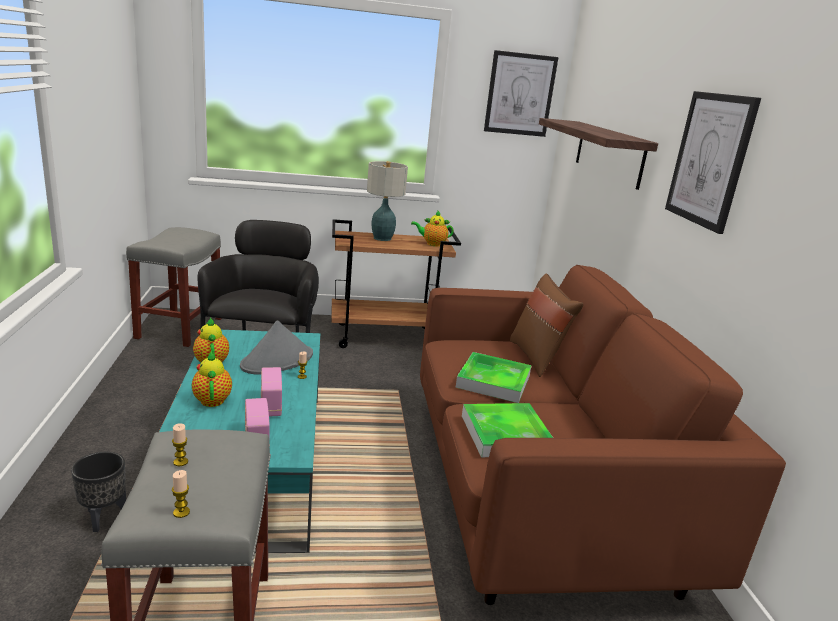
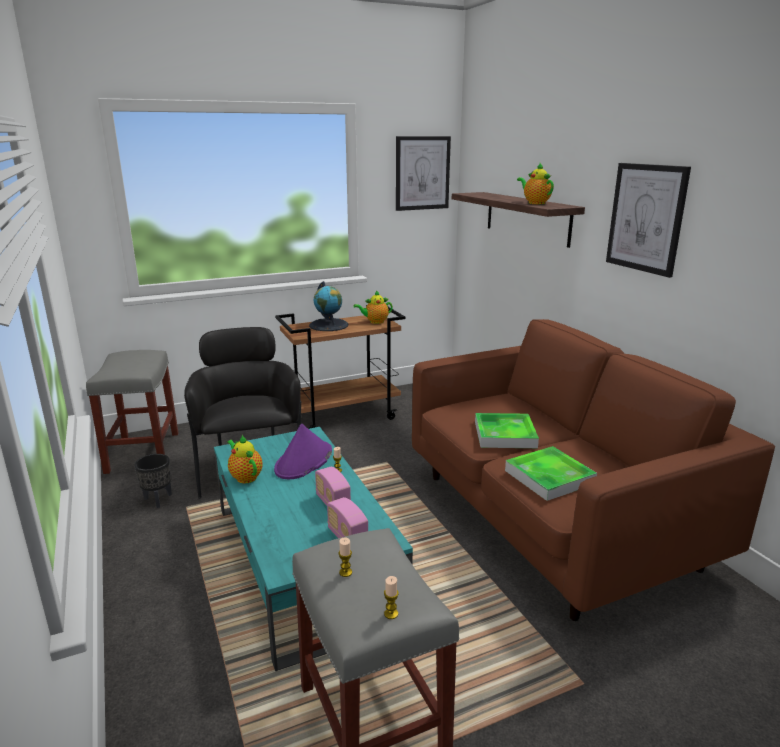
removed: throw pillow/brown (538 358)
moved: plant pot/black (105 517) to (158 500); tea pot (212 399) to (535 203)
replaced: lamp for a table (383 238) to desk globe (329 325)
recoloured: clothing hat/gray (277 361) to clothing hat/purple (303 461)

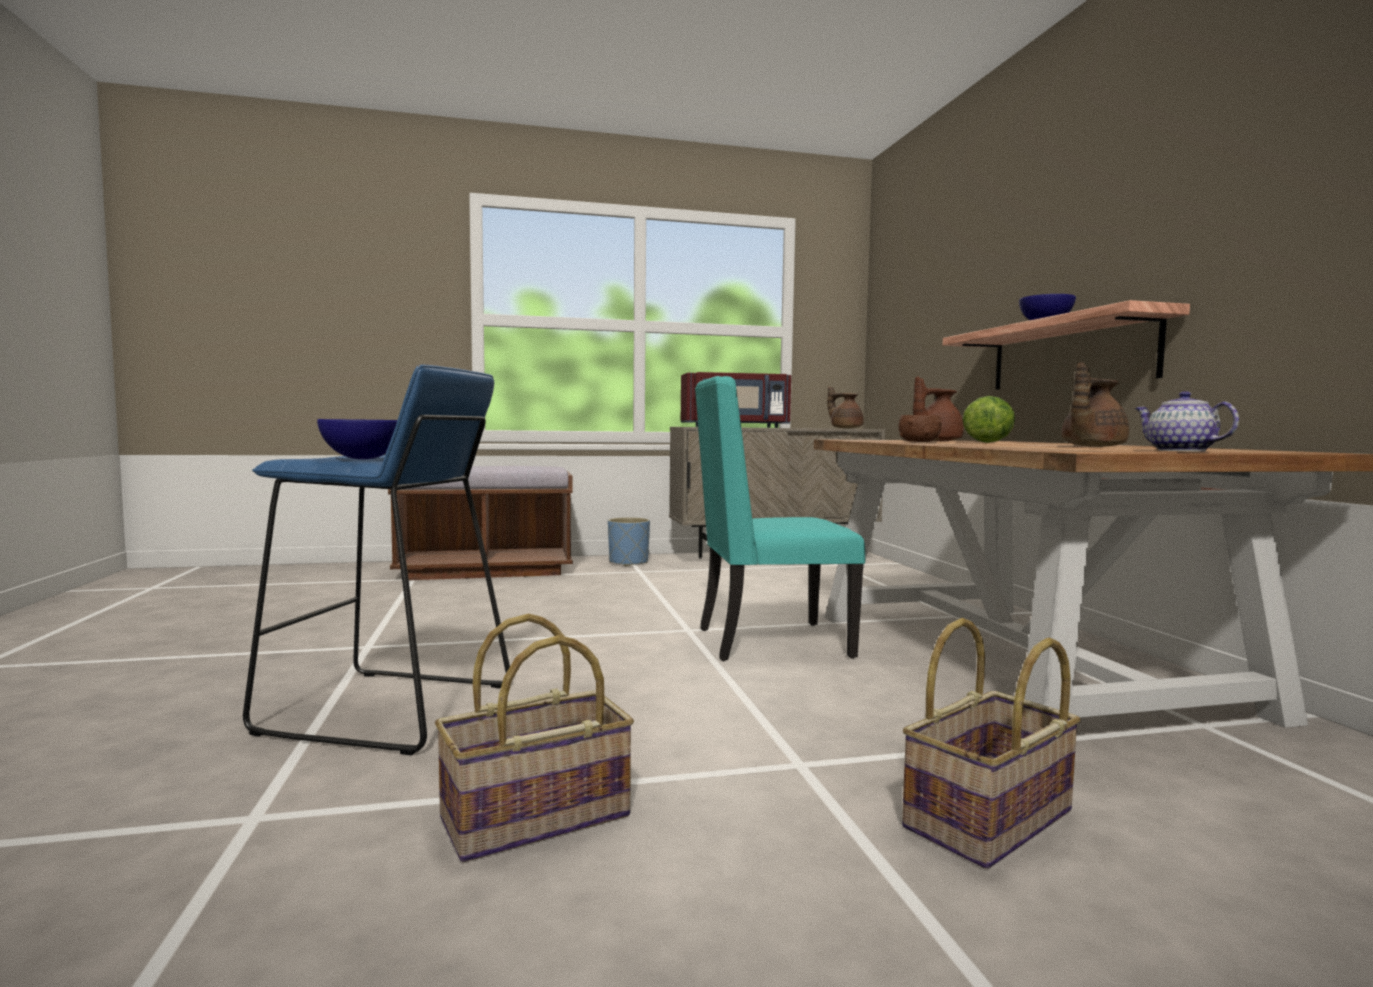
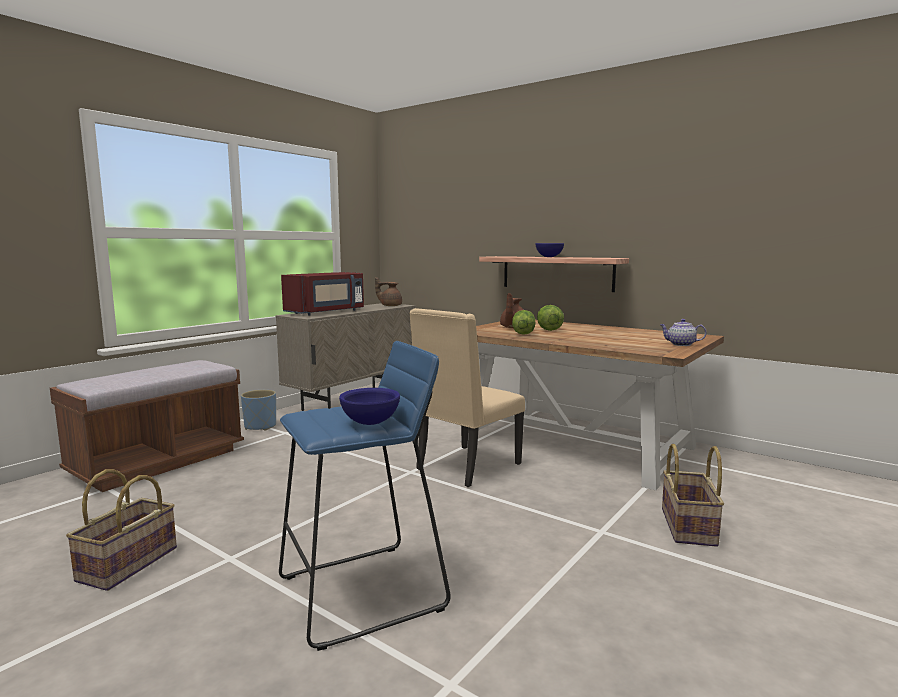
removed: tea pot/brown (1091 446)
moved: storage basket (535 819) to (128 564)
replaced: bowl/brown (919 441) to lettuce head (523 333)
recoloured: plain chair/turquoise-coloured (769 642) to plain chair/beige-coloured (466 467)

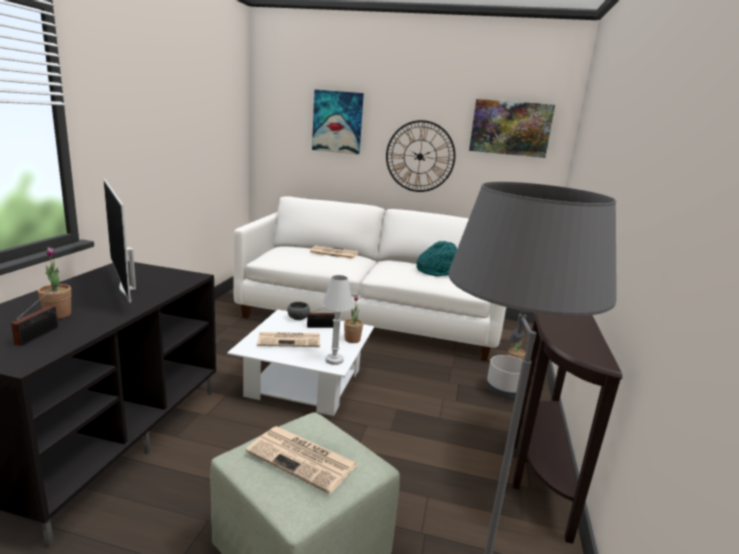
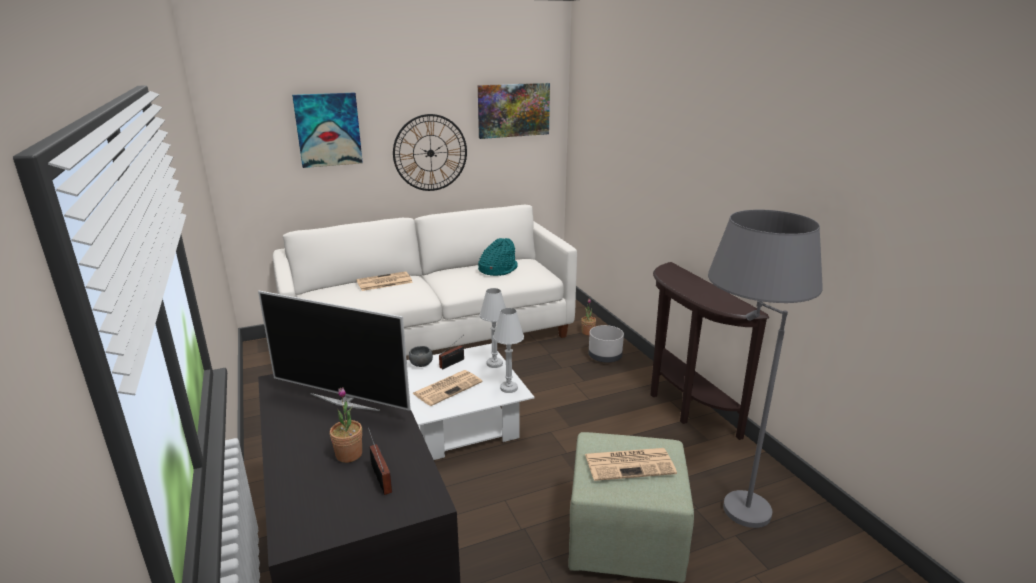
replaced: potted plant (352 339) to lamp for a table/white-coloured (494 363)

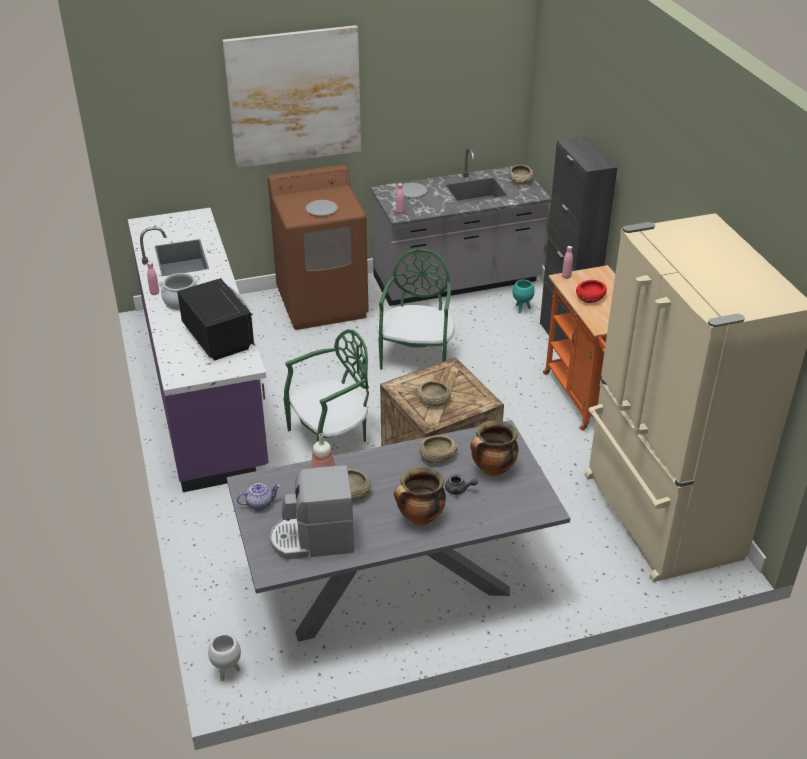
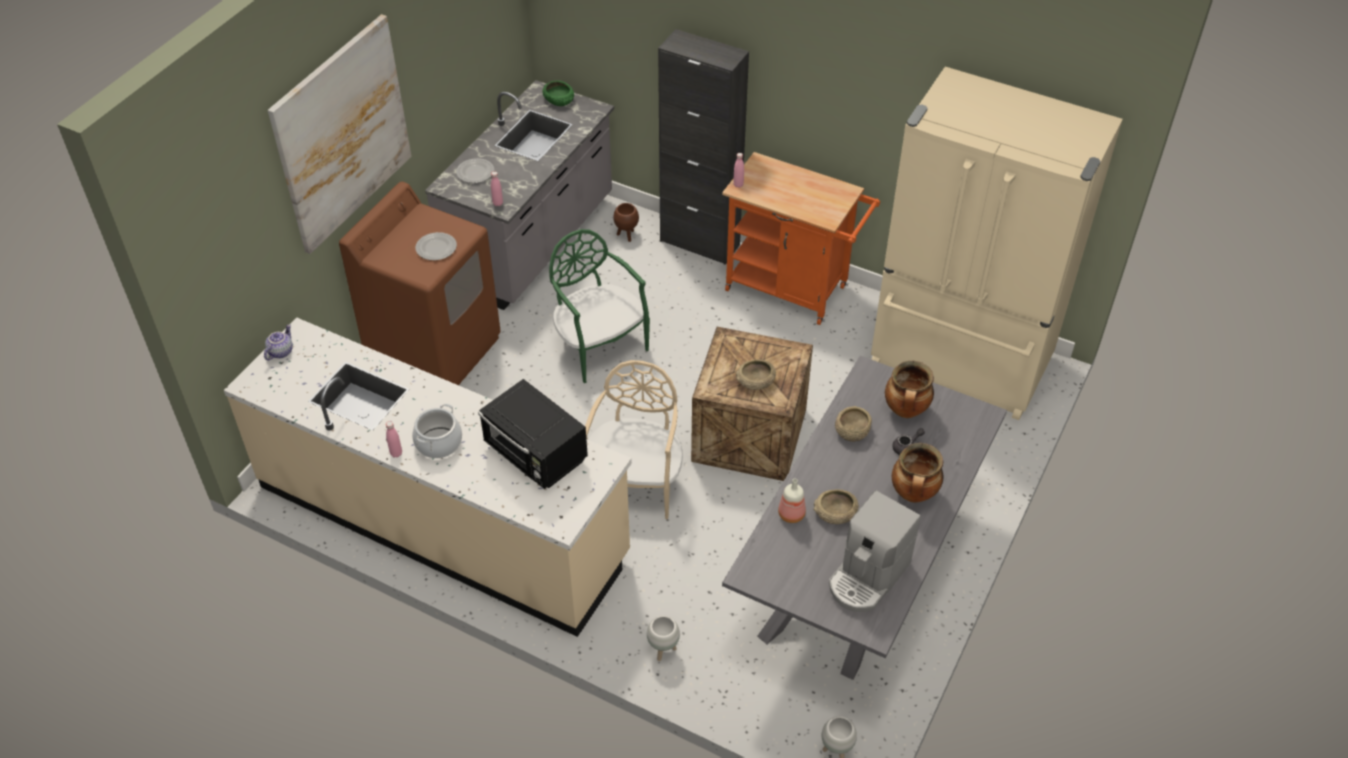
removed: bowl/reddish (590 297)
added: plant pot/white-coloured (663 650)
moved: tea pot (259 503) to (280 351)
recoloured: counter/purple (203 386) to counter/beige-coloured (443 520); plain chair/green (331 439) to plain chair/beige-coloured (635 483); bowl/beige-coloured (520 180) to bowl/green (559 99); plant pot/turquoise-coloured (522 309) to plant pot/brown (627 235)
turned: kitchen microwave/black (218 337) = (536 455) 150 degrees counterclockwise

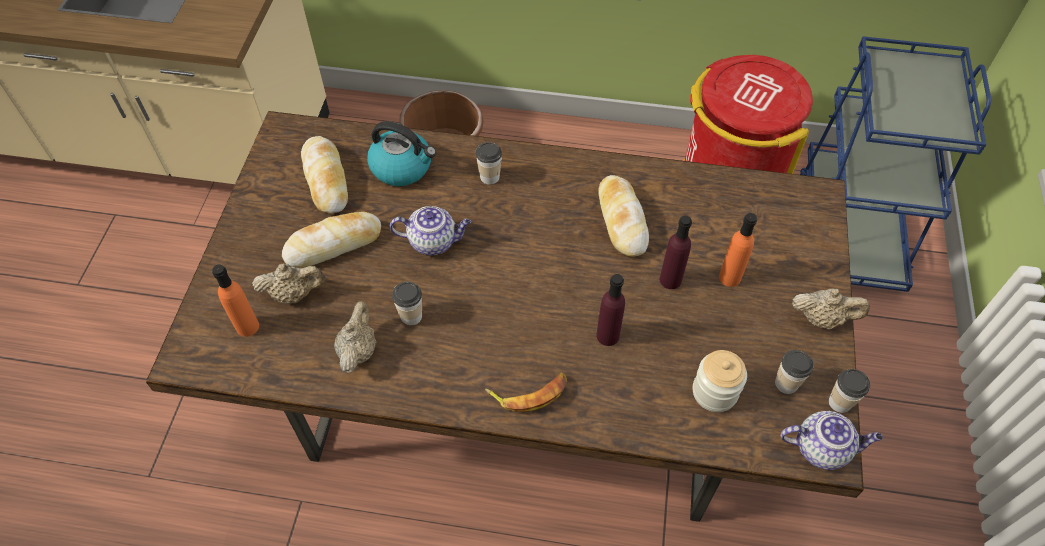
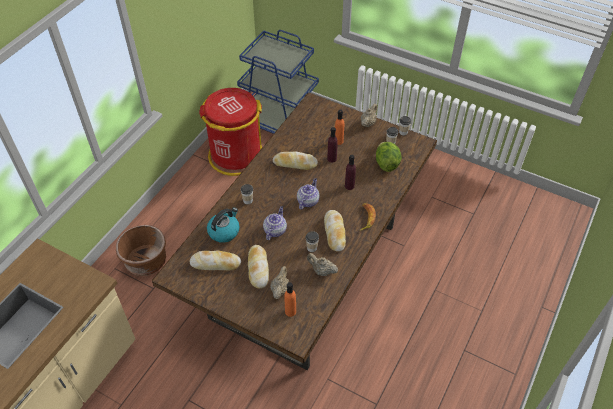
added: bread (334 233)
moved: tea pot (822 448) to (308 201)
replaced: storage jar (714 392) to lettuce head (386 163)

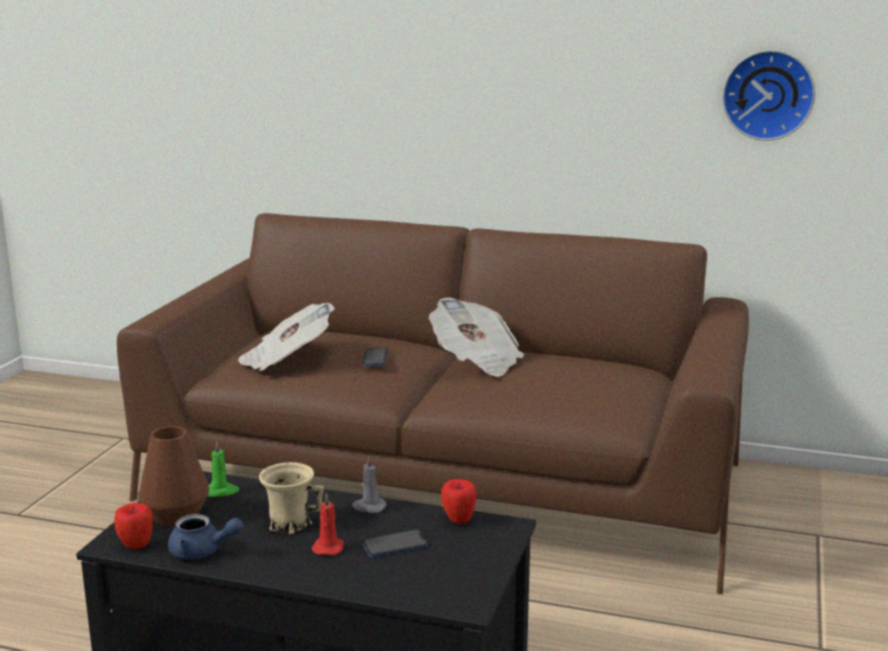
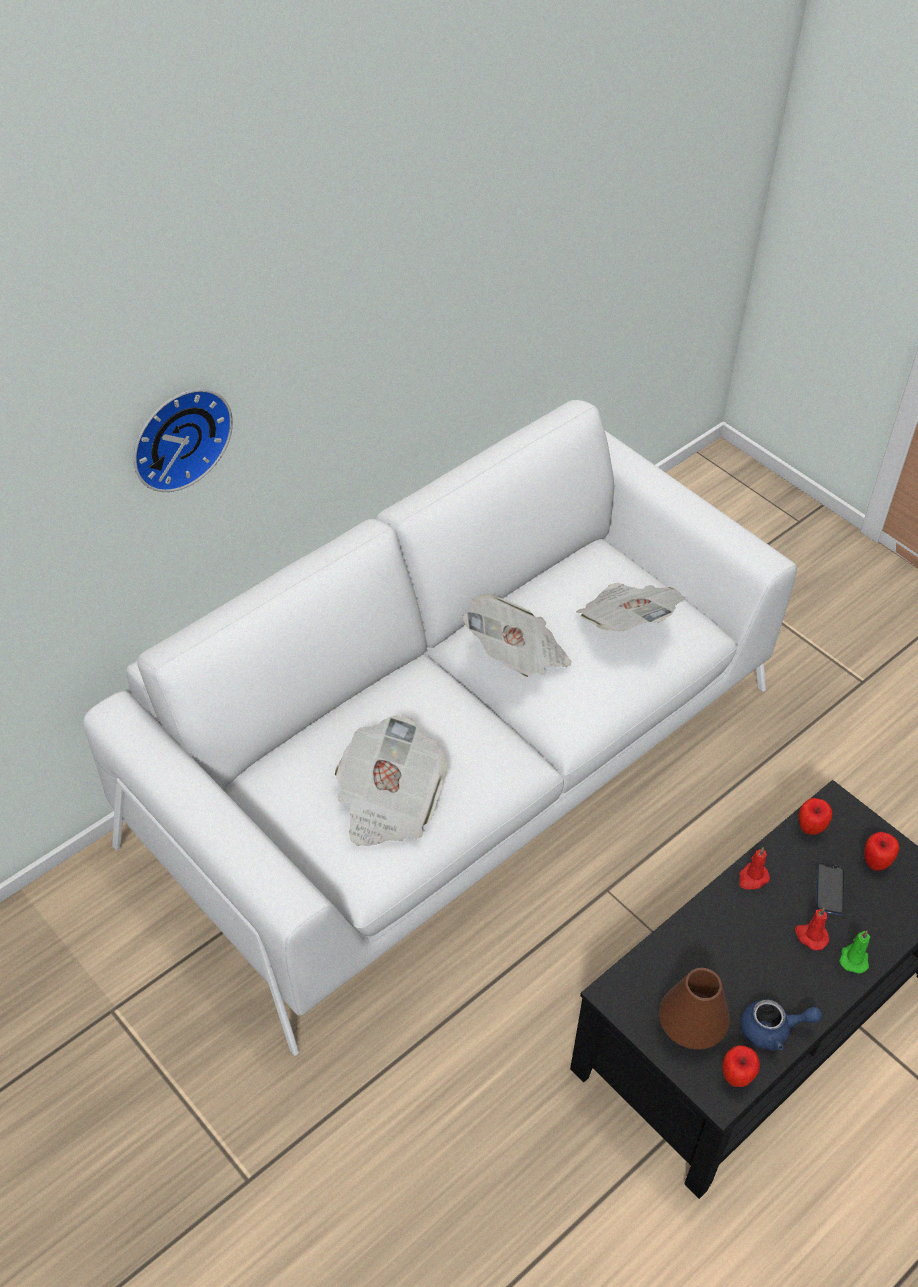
removed: coffee mug/beige-coloured (289 523); phone (375 359)
added: newspaper (626 623); apple (875 863)
moved: wax light/green (222 491) to (853 958); wall clock (768 94) to (178 436)
recoloured: couch/brown (444 481) to couch/white-coloured (455 763); wax light/gray (368 507) to wax light/reddish (752 878)
turned: tea pot/blue-coloured (202 552) = (773 1030) 45 degrees clockwise

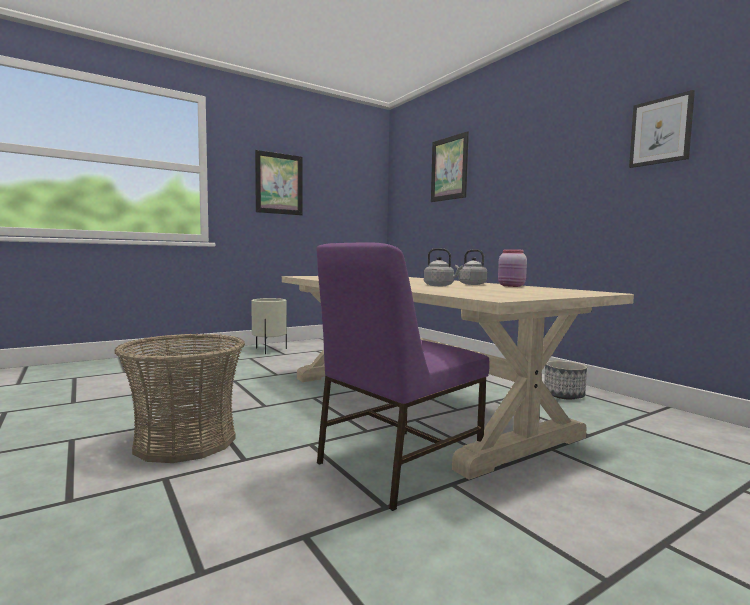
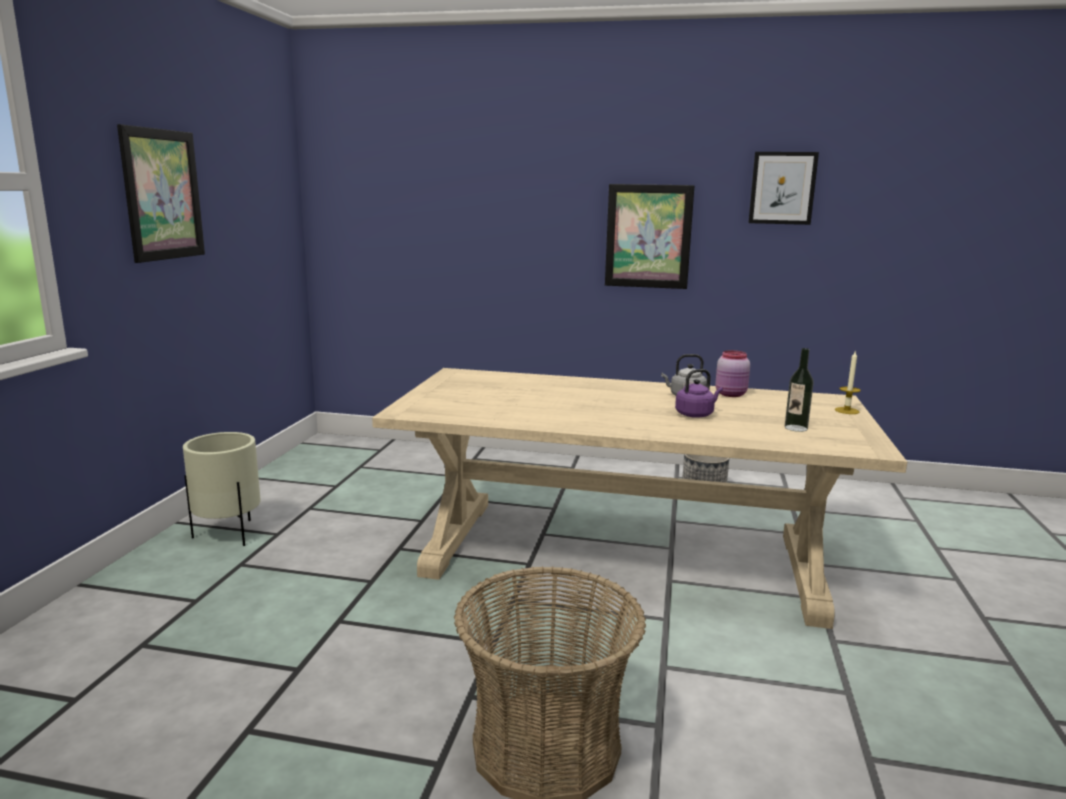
removed: plain chair/purple (395 465)
added: bottle (796 428); wax light (846 410)
moved: wall art (449 168) to (648 236)
recoloured: kettle/gray (440 286) to kettle/purple (696 414)

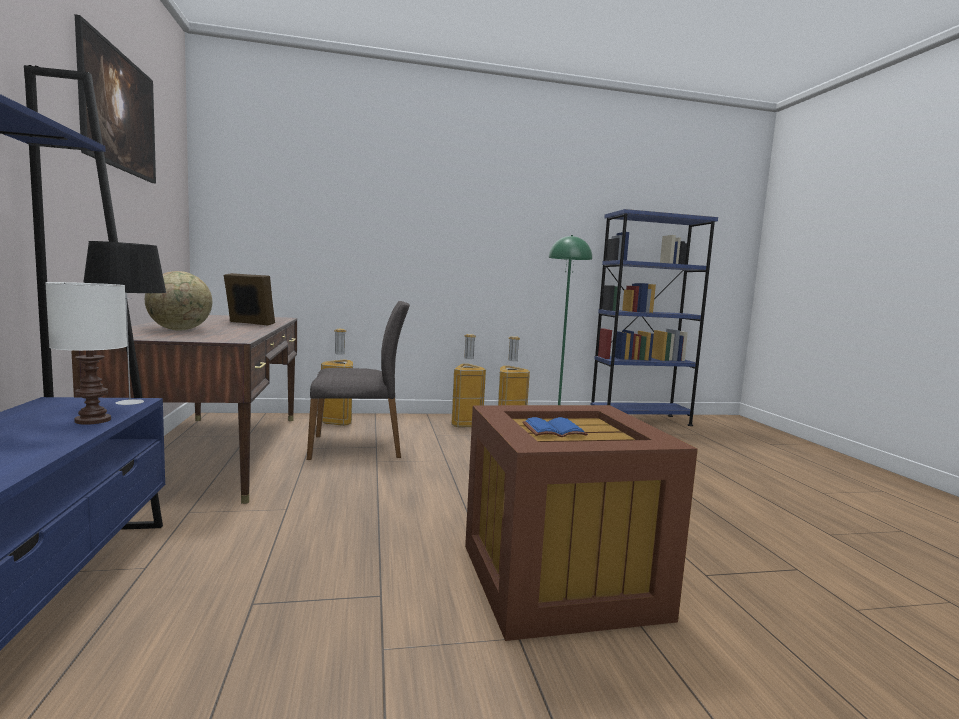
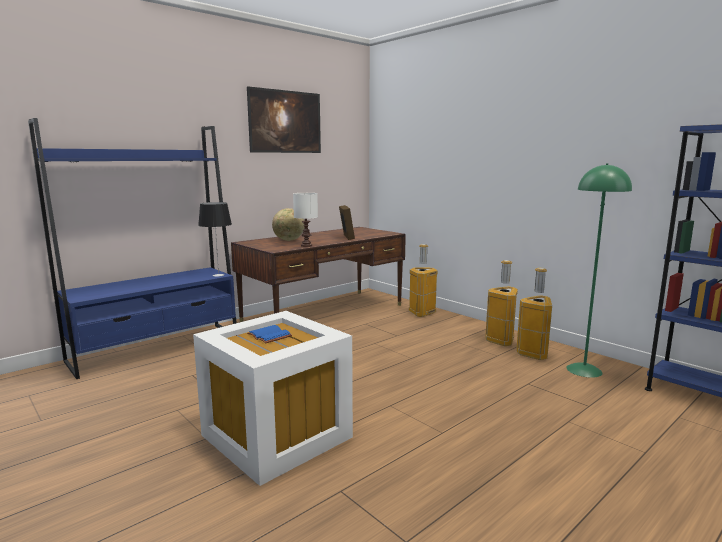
removed: plain chair/gray (358 446)
moved: lamp for a table/white-coloured (94 420) to (307 245)
recoloured: storage bin/brown (556 579) to storage bin/white-coloured (277 434)

